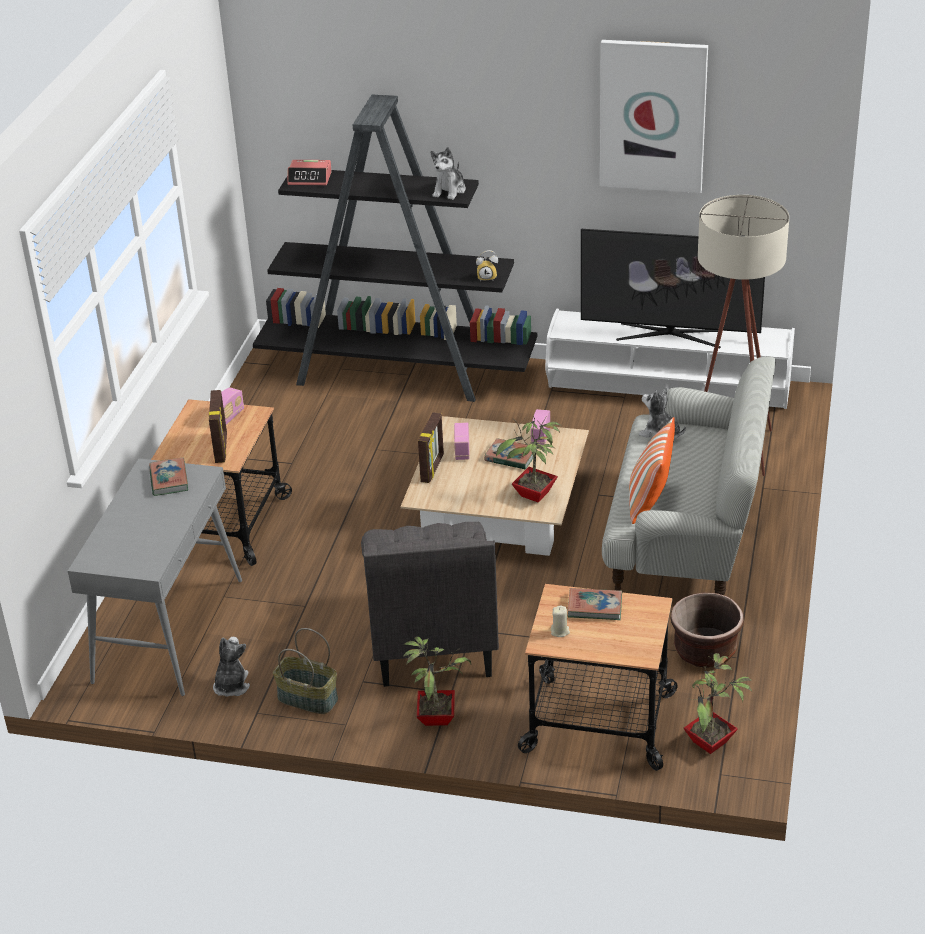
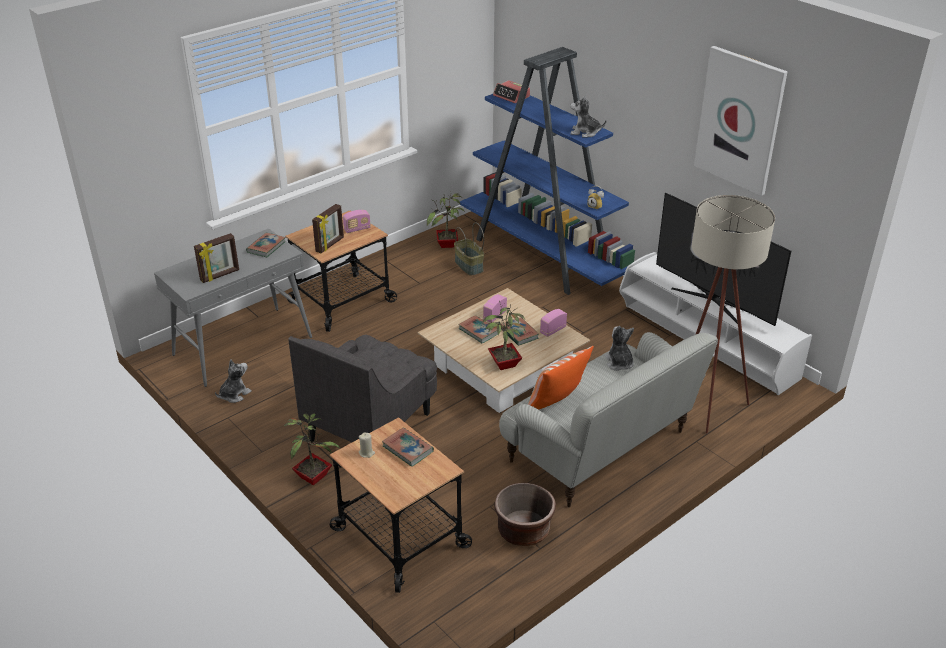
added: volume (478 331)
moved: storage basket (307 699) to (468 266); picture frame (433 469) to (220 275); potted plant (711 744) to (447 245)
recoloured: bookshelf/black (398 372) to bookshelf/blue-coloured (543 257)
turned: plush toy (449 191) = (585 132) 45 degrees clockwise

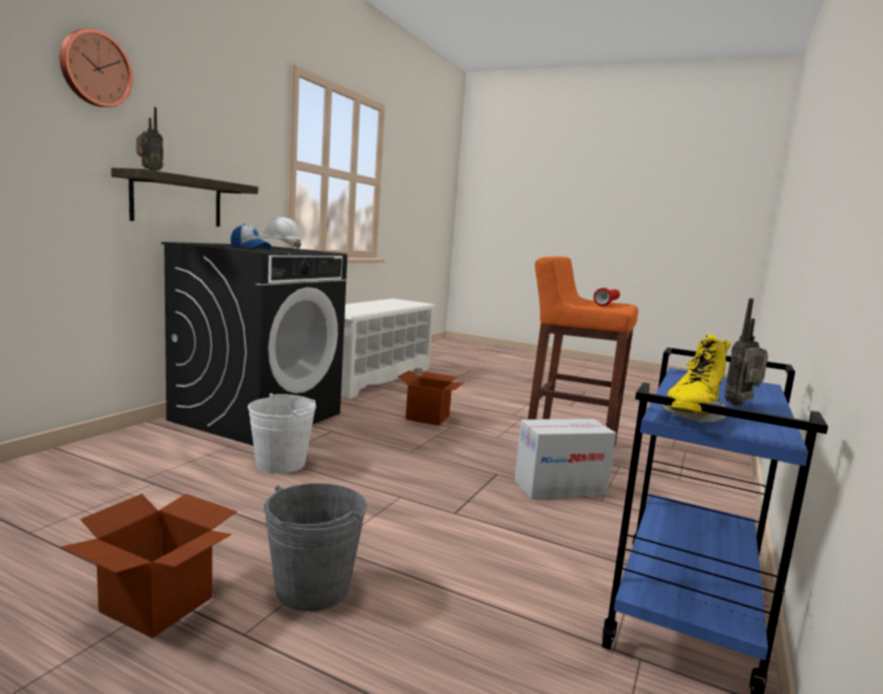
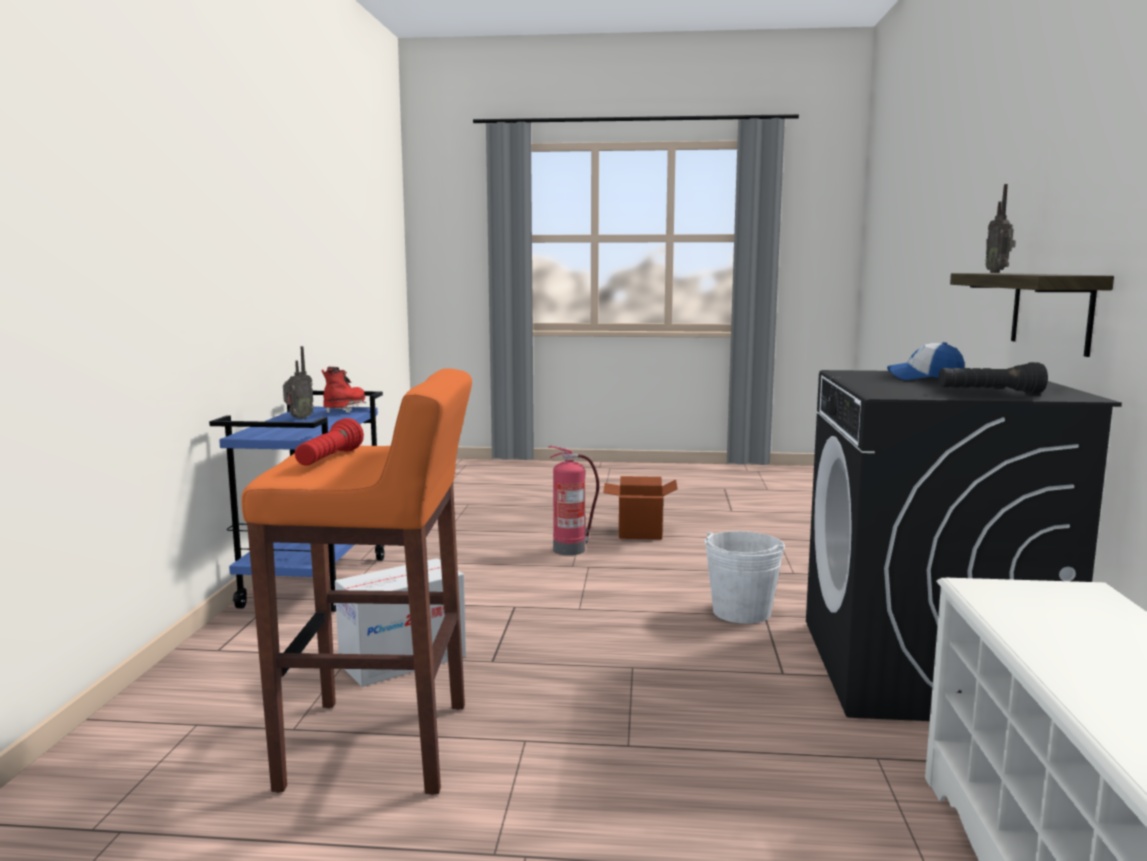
removed: wall clock (95 69); cardboard box (427 418)
replaced: hard hat/white-coloured (280 247) to torch/black (989 393); water bucket/gray (312 589) to fire-fighting cylinder (571 549)
recoloured: boot/yellow (692 416) to boot/reddish (345 410)

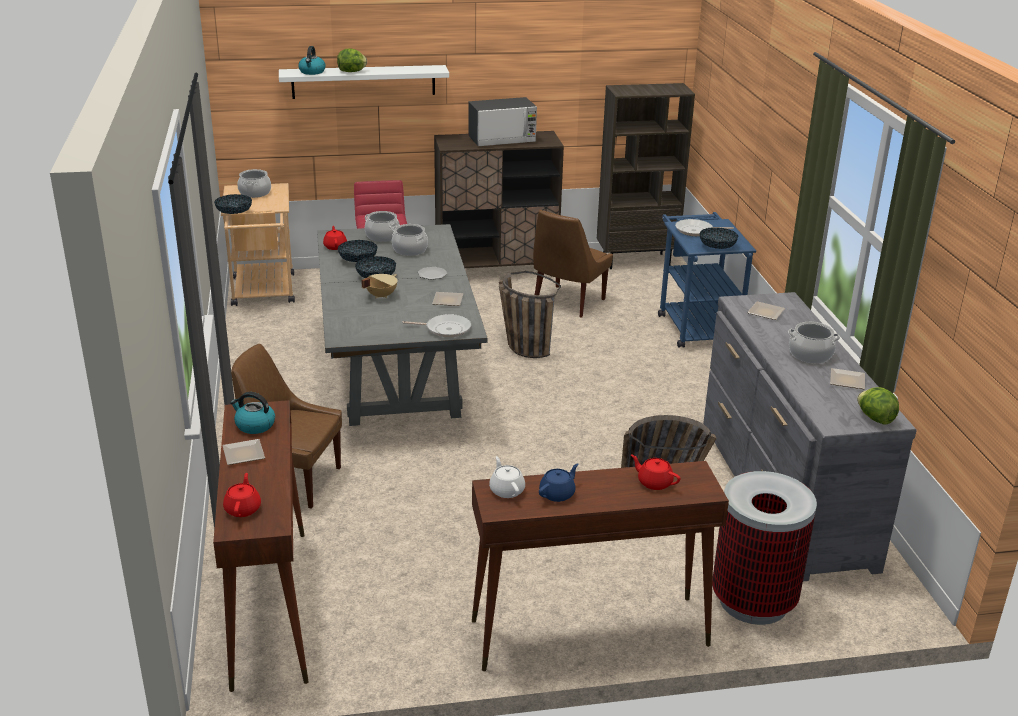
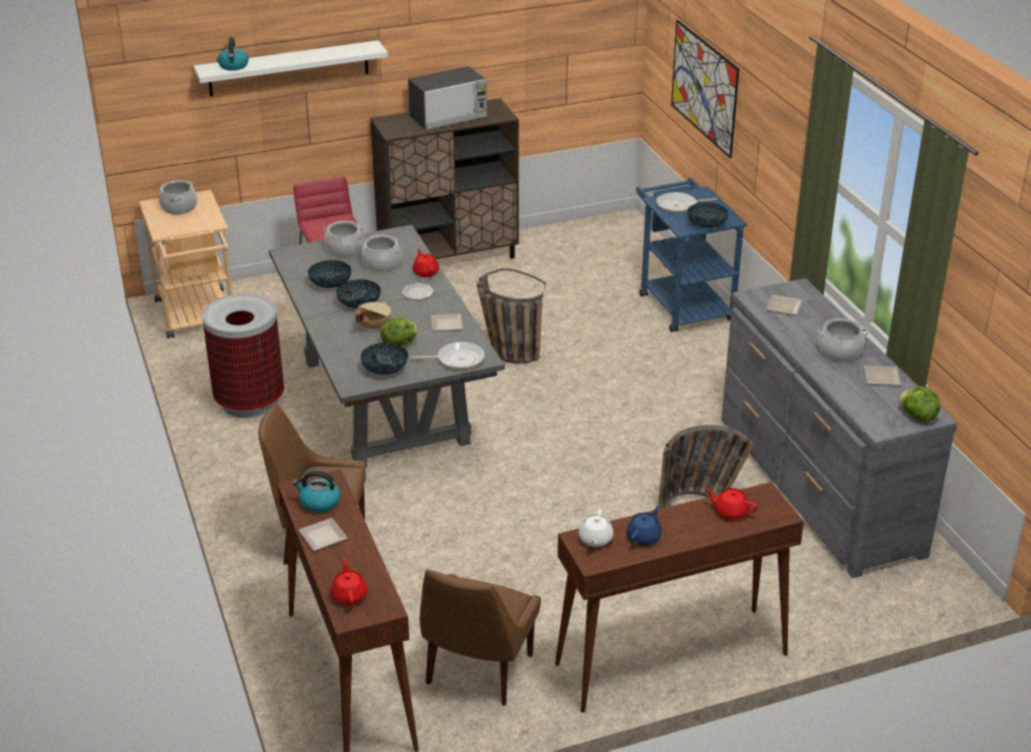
removed: bookshelf/brown (636 261)
added: wall art (704 87)
moved: bowl (234 213) to (385 369); tea pot/reddish (335 246) to (425 272); lettuce head (352 72) to (400 344); plain chair/brown (567 303) to (477 672); trash can (753 601) to (249 402)
turned: tea pot/white-coloured (507 490) = (595 539) 135 degrees counterclockwise

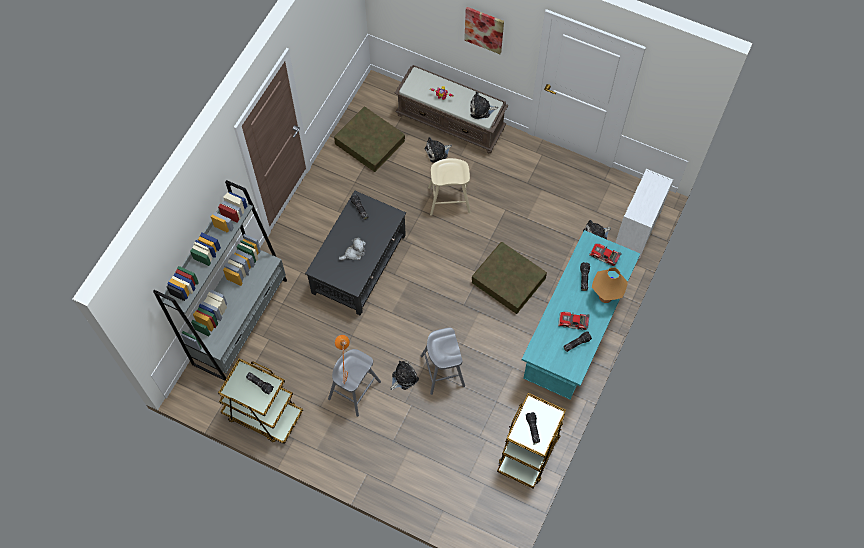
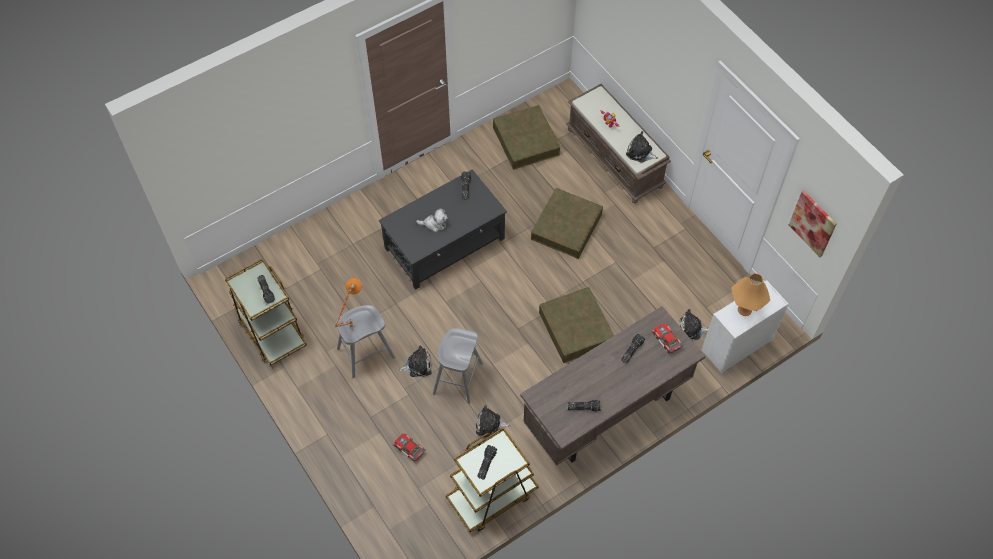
removed: bookshelf/gray (240 321)
moved: plush toy (437 152) to (490 425); wall art (484 29) to (813 223); toy car (573 323) to (408 449); lamp for a table/orange (605 297) to (744 309)
replaced: stool seat/beige-coloured (449 200) to storage bin/brown (566 227)
recoloured: desk unit/turquoise-coloured (573 336) to desk unit/brown (606 412)

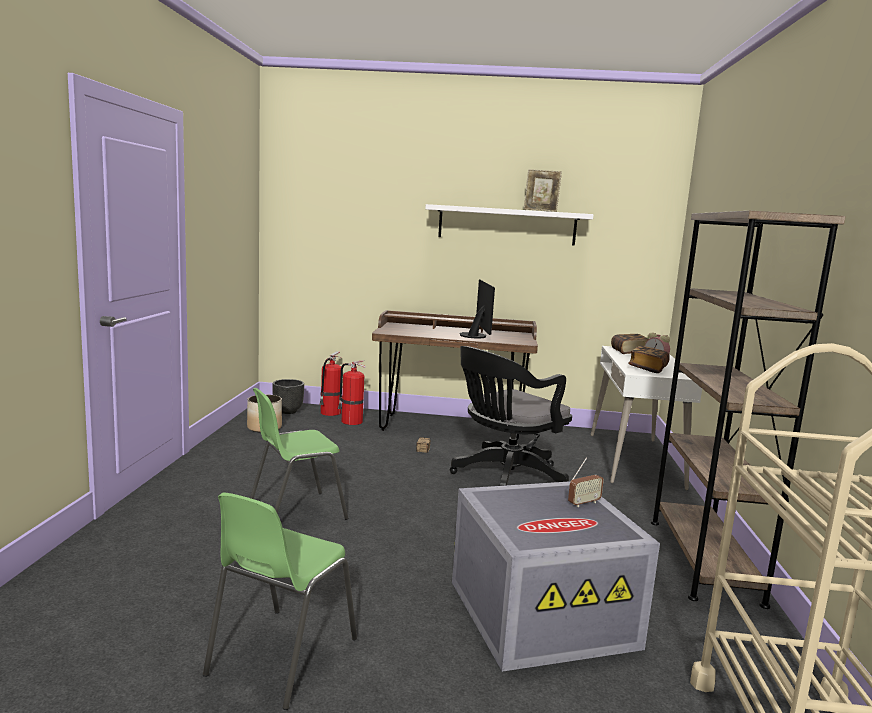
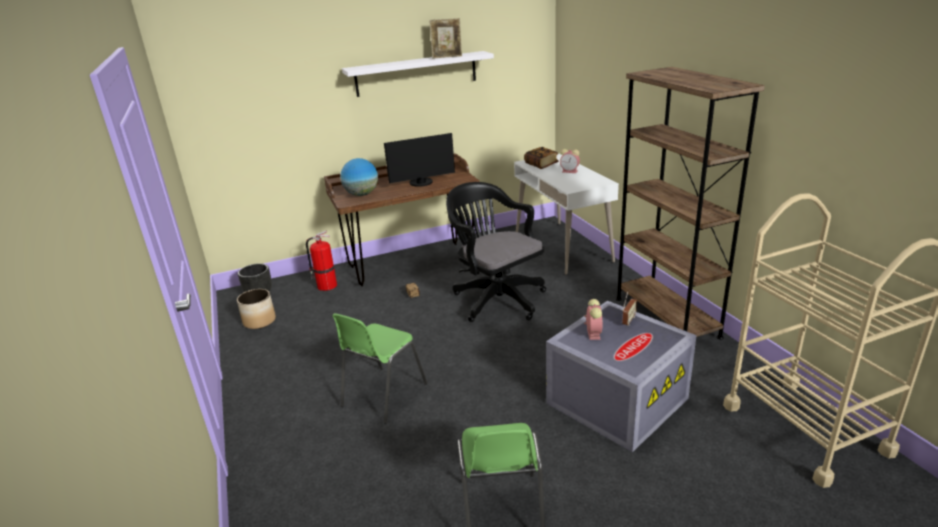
removed: fire-fighting cylinder (330 413); volume (648 368)
added: desk globe (361 194); alarm clock (593 333)
turned: desk chair/black (505 478) = (496 298) 120 degrees clockwise; computer screen (476 336) = (422 183) 105 degrees clockwise

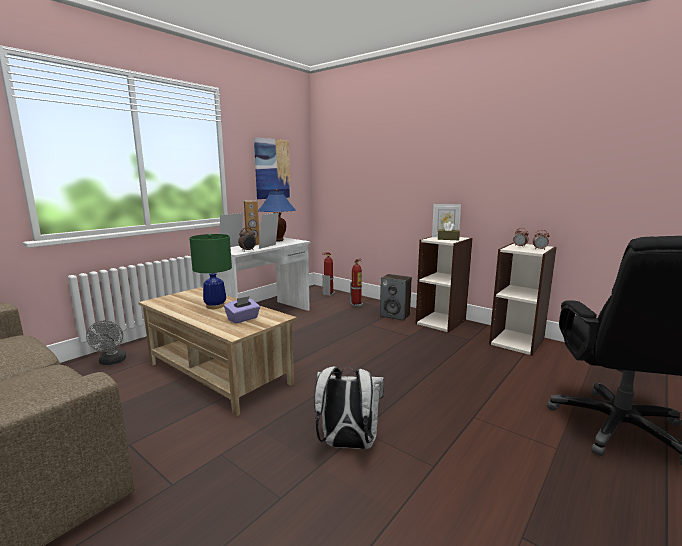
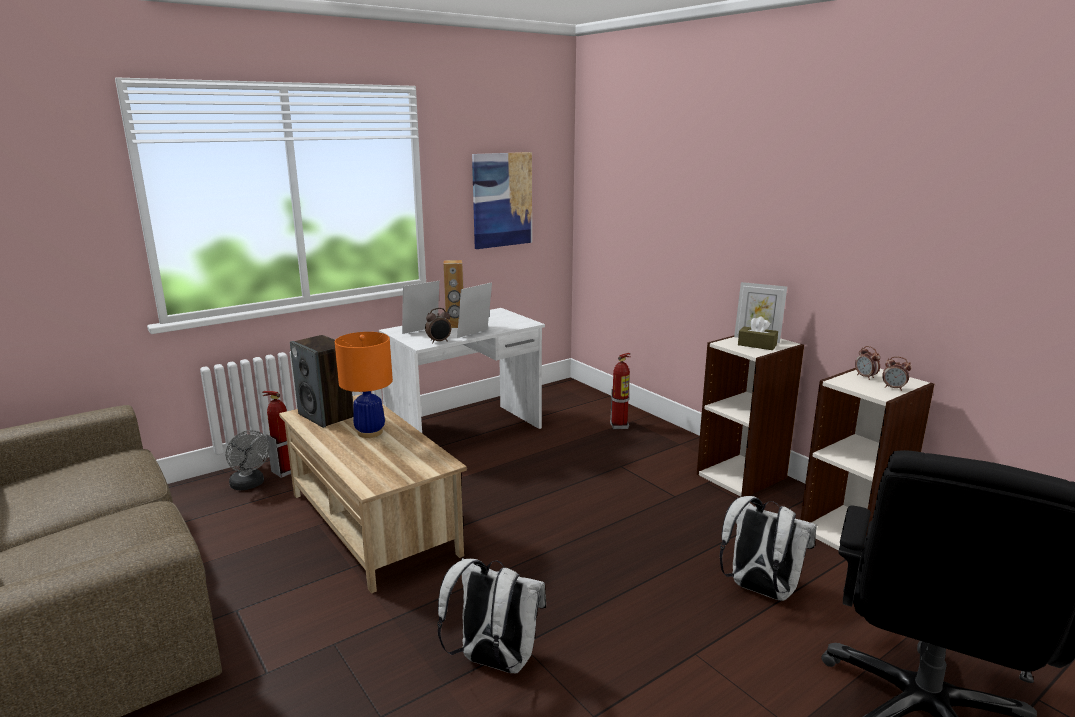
removed: tissue holder/purple (243 319); lamp for a table/blue-coloured (278 240)
added: knapsack/white-coloured (759 590)
moved: fire-fighting cylinder (328 294) to (284 471); loudspeaker (395 315) to (327 415)
recoloured: lamp for a table/green (215 306) to lamp for a table/orange (370 432)
turned: electric fan/gray (112 362) = (249 485) 45 degrees counterclockwise

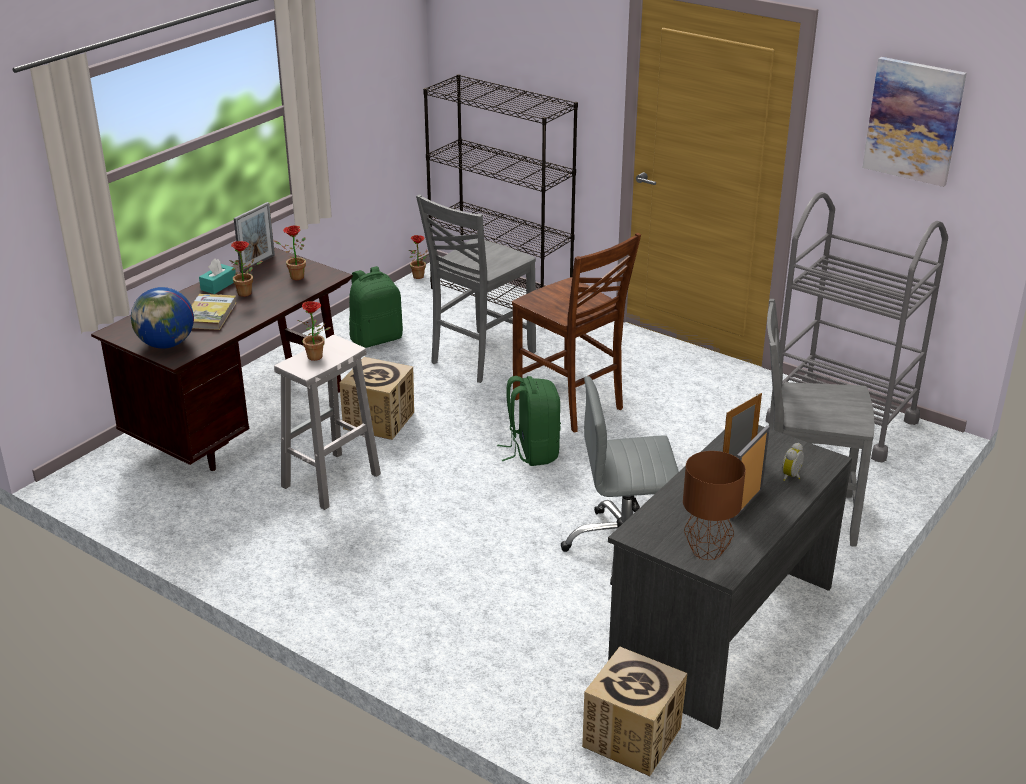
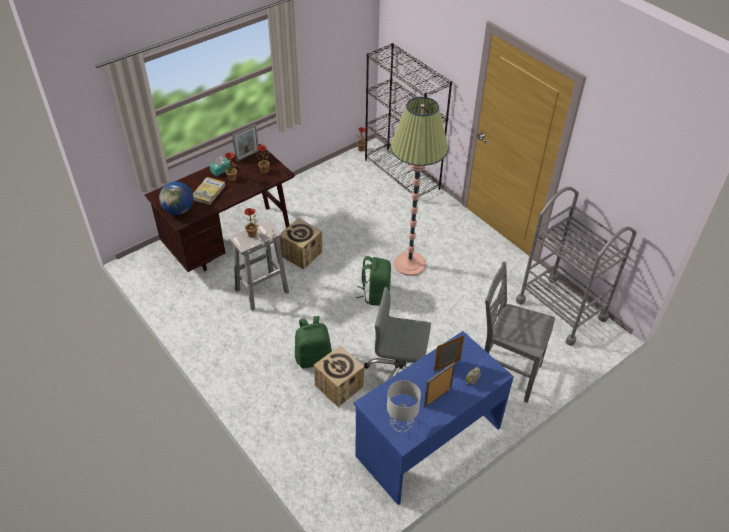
removed: plain chair/gray (479 357); wall art (913 121)
moved: knapsack/green (376 339) to (313 357); cardboard box (632 737) to (339 386)
replaced: plain chair/brown (570 404) to floor lamp (409 264)
recoloured: desk unit/gray (721 629) to desk unit/blue-coloured (427 440); lamp for a table/brown (706 551) to lamp for a table/gray (400 425)

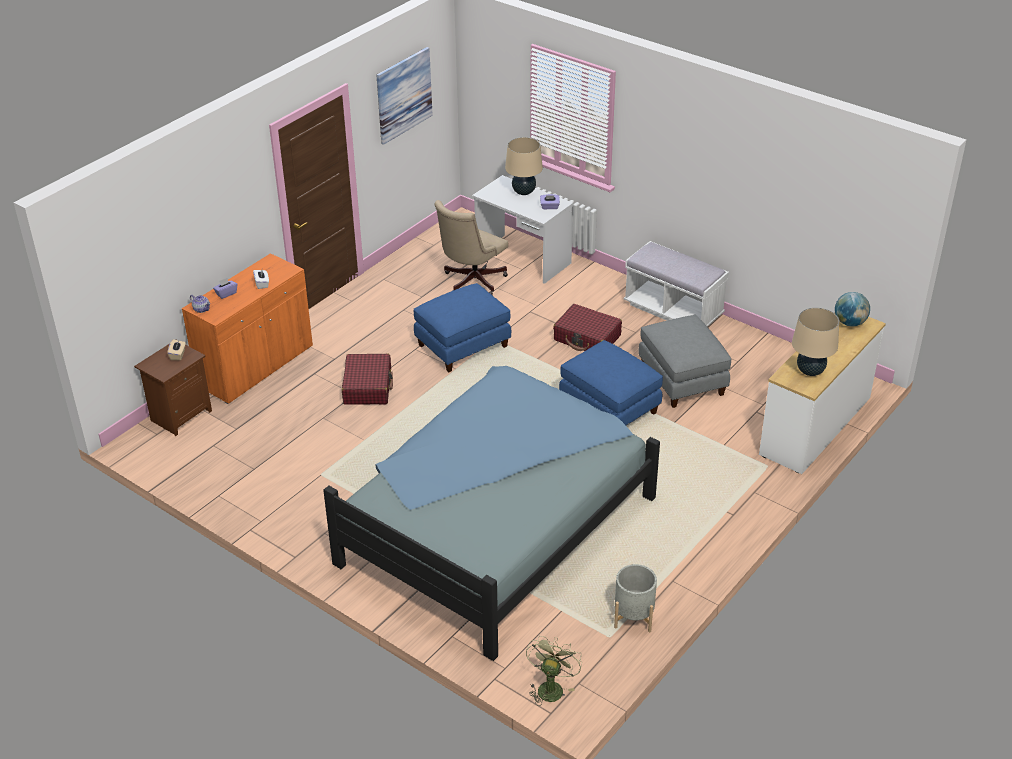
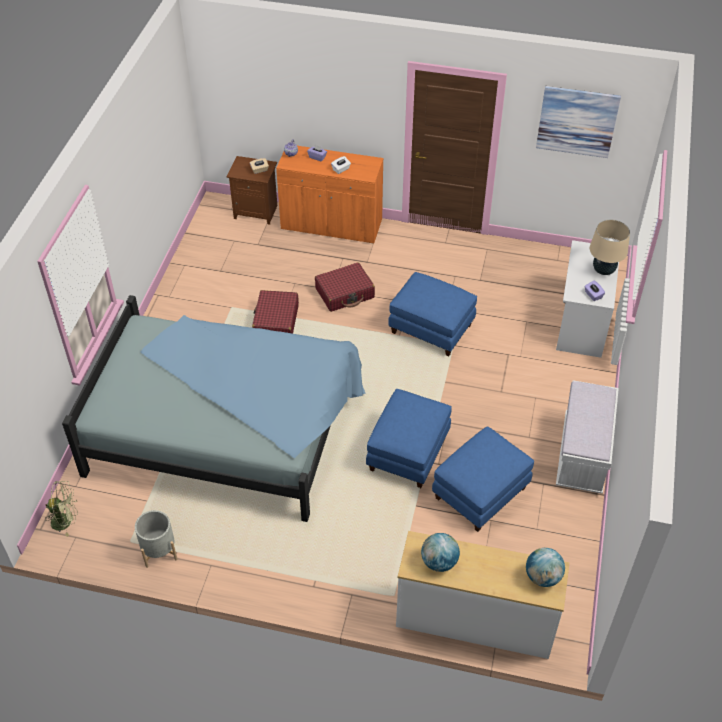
removed: desk chair/beige-coloured (471 282)
moved: suitcase/reddish (587 338) to (276 321)
replaced: lamp for a table/beige-coloured (810 371) to desk globe (439 562)
recoloured: footrest/gray (683 380) to footrest/blue-coloured (481 494)

